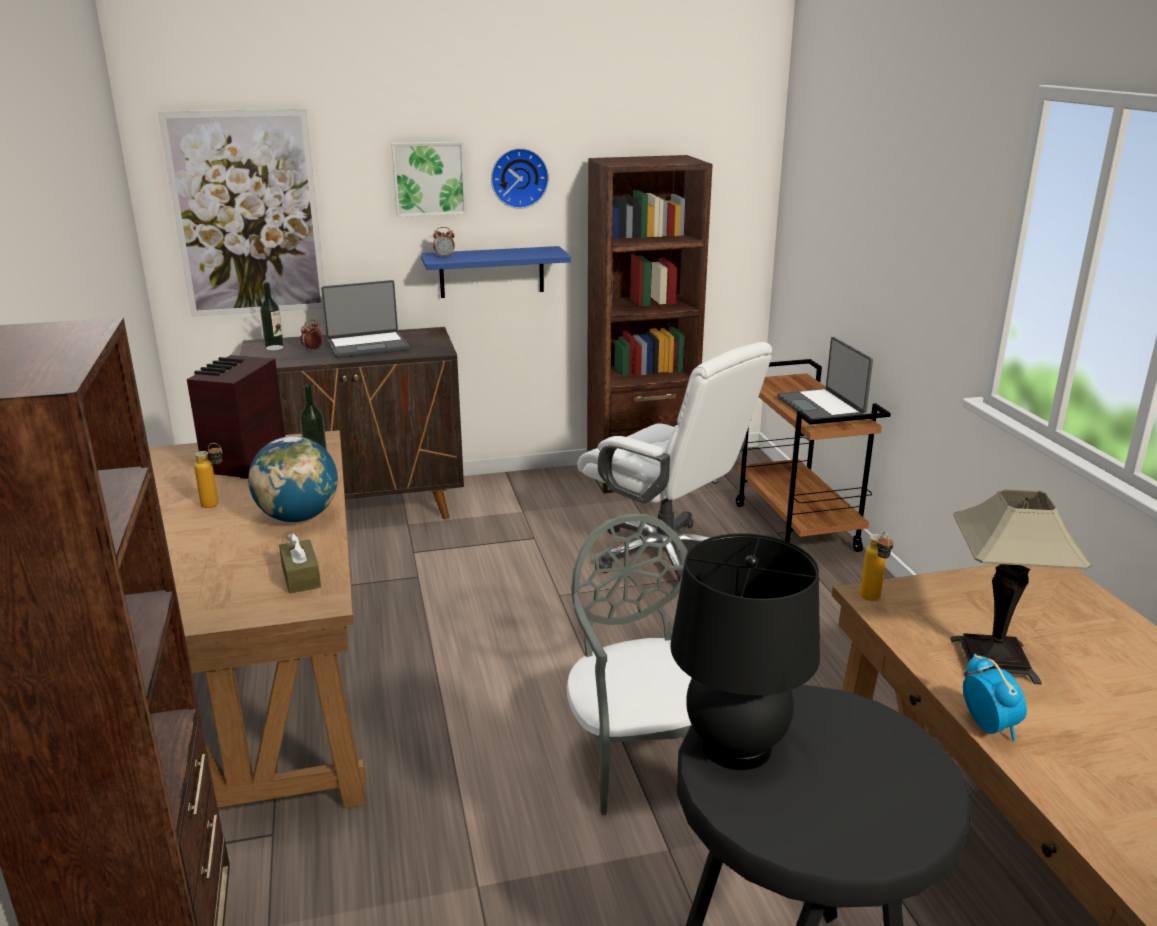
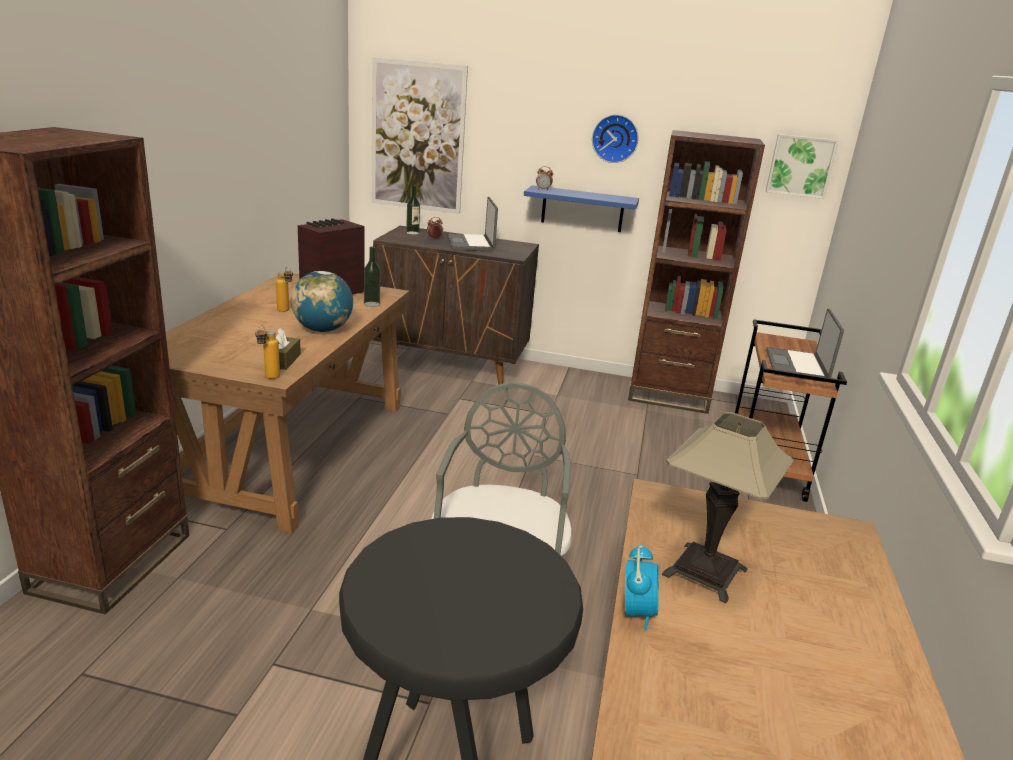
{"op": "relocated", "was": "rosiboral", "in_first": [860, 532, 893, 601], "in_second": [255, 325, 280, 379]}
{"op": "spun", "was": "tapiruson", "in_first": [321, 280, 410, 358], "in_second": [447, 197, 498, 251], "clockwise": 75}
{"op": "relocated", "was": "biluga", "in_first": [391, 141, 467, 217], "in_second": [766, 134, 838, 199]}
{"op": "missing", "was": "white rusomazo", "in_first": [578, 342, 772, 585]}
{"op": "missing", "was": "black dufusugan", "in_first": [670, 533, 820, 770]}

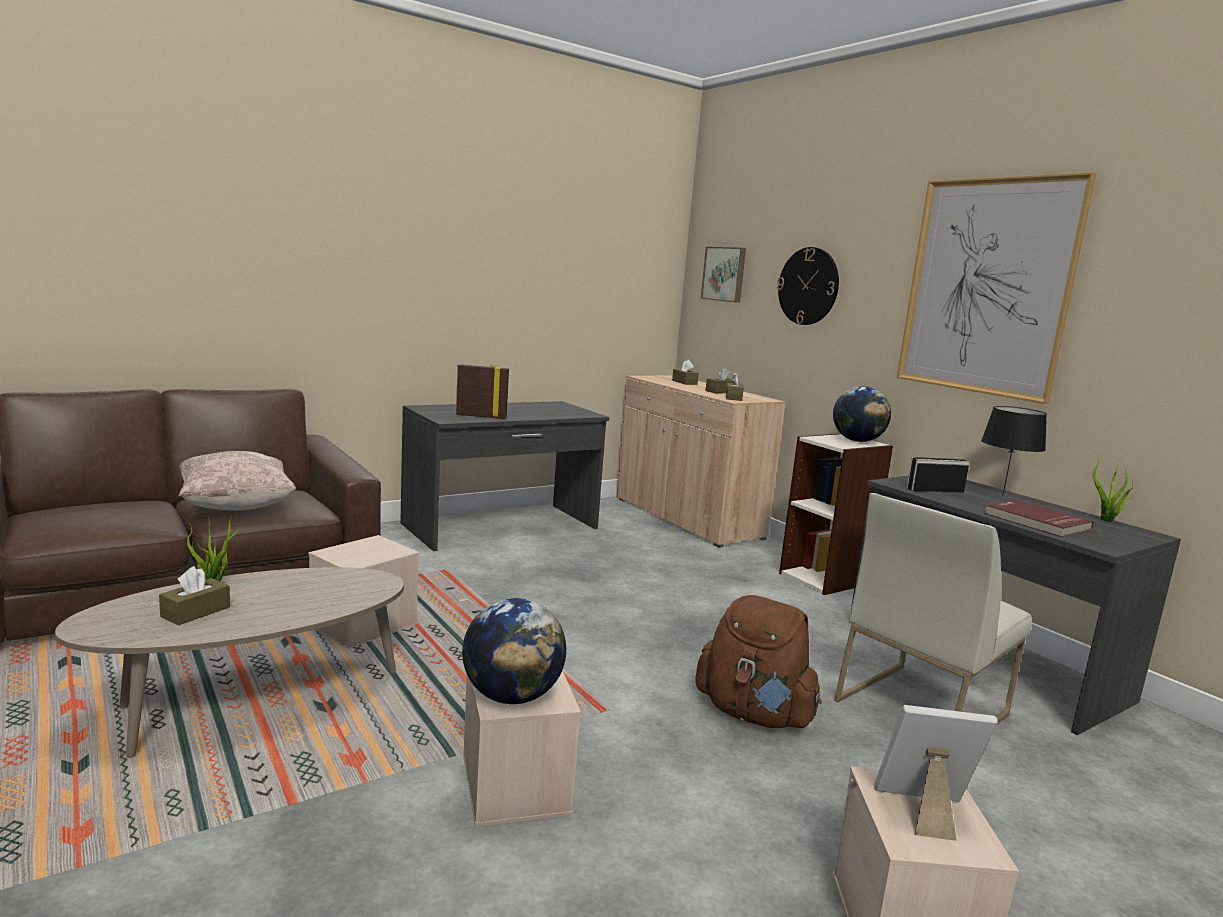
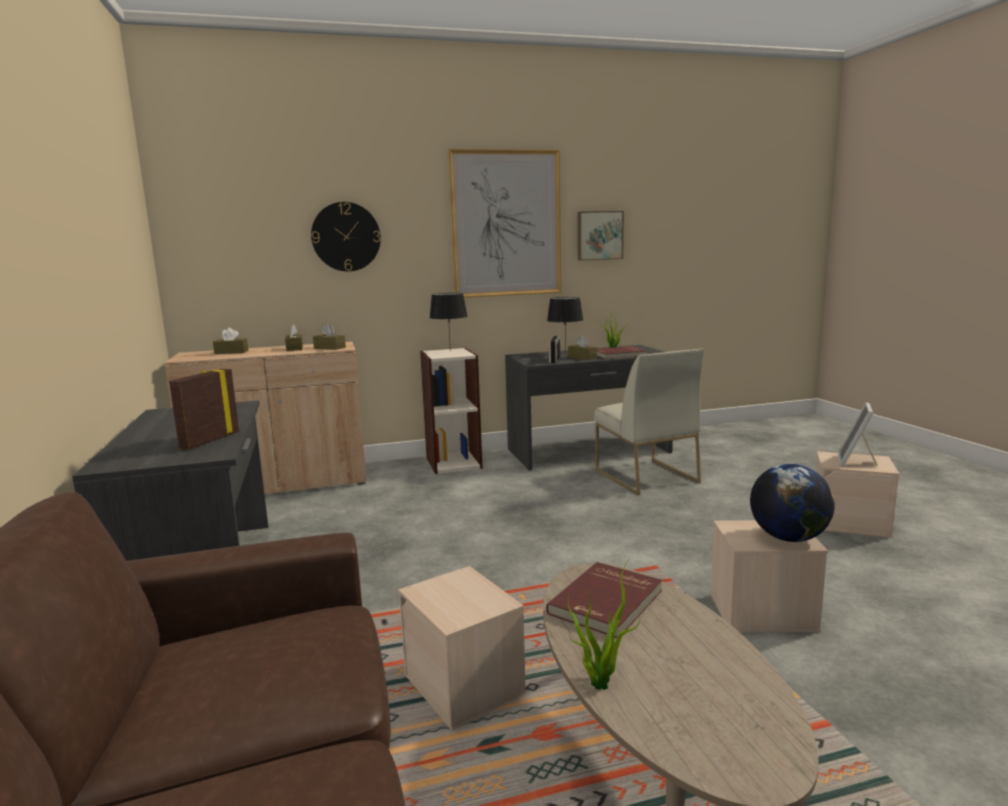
{"op": "exchanged", "was": "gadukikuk", "now": "black dufusugan", "in_first": [833, 386, 891, 442], "in_second": [430, 293, 468, 351]}
{"op": "appeared", "now": "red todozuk", "in_second": [546, 562, 662, 638]}
{"op": "relocated", "was": "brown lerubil", "in_first": [159, 566, 230, 625], "in_second": [568, 335, 597, 360]}
{"op": "relocated", "was": "biluga", "in_first": [701, 247, 746, 303], "in_second": [577, 211, 624, 261]}
{"op": "missing", "was": "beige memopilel", "in_first": [179, 451, 296, 510]}
{"op": "missing", "was": "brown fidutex", "in_first": [695, 595, 822, 728]}

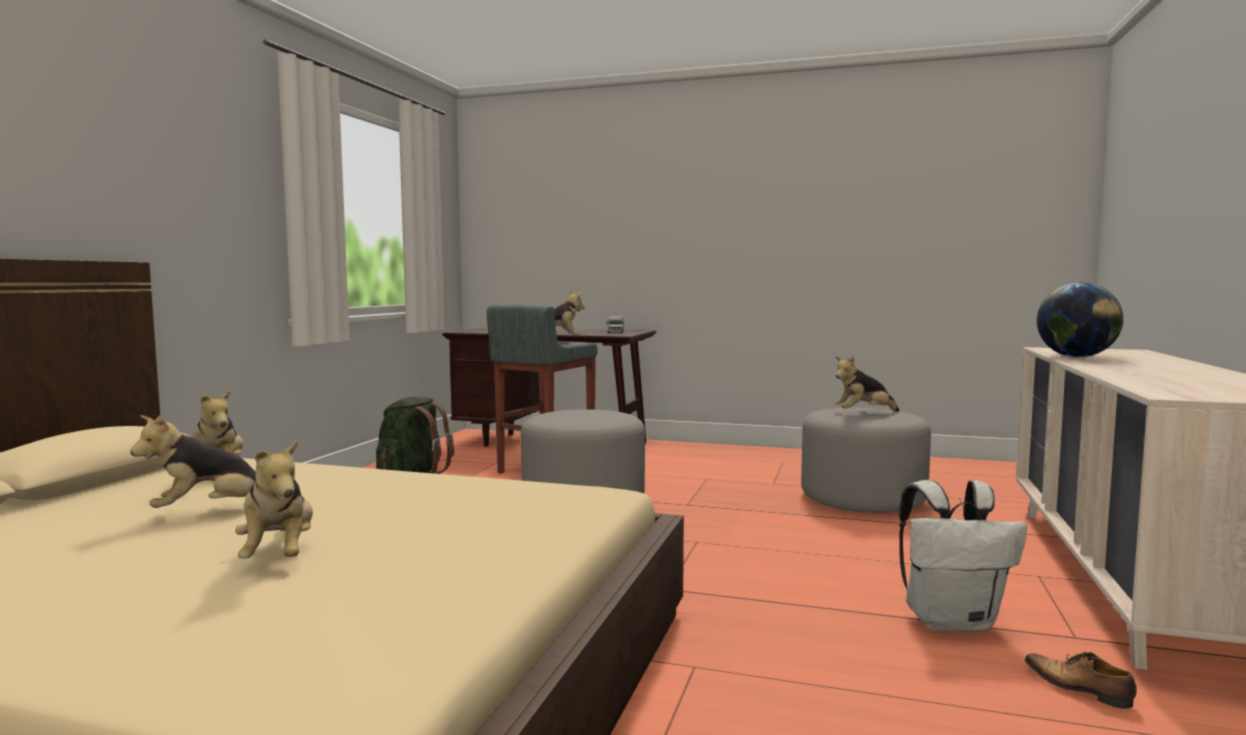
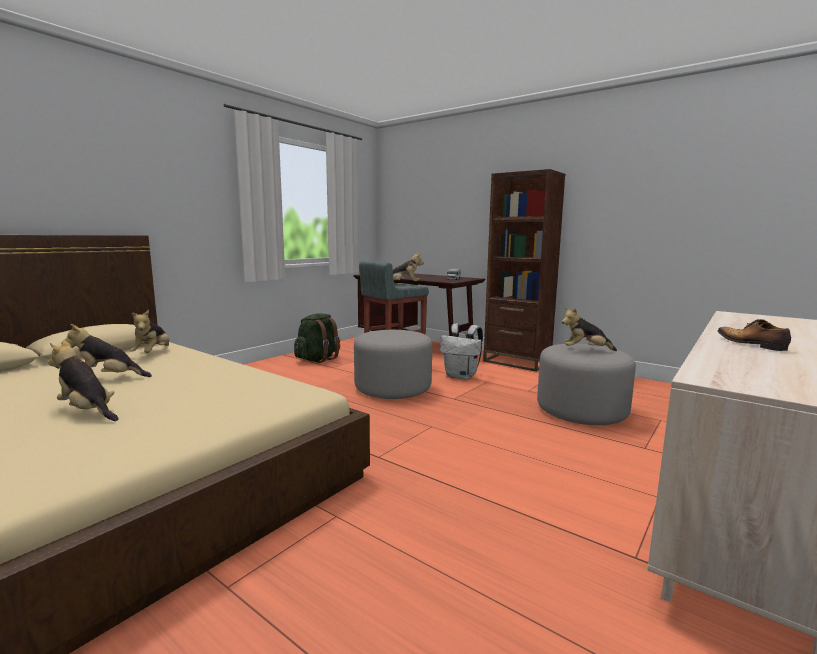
{"op": "spun", "was": "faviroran", "in_first": [235, 440, 313, 559], "in_second": [48, 340, 118, 421], "clockwise": 120}
{"op": "relocated", "was": "white fidutex", "in_first": [899, 480, 1027, 632], "in_second": [440, 323, 483, 379]}
{"op": "appeared", "now": "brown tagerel", "in_second": [483, 169, 566, 372]}
{"op": "relocated", "was": "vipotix", "in_first": [1025, 652, 1137, 709], "in_second": [718, 319, 791, 351]}
{"op": "missing", "was": "gadukikuk", "in_first": [1037, 282, 1123, 357]}

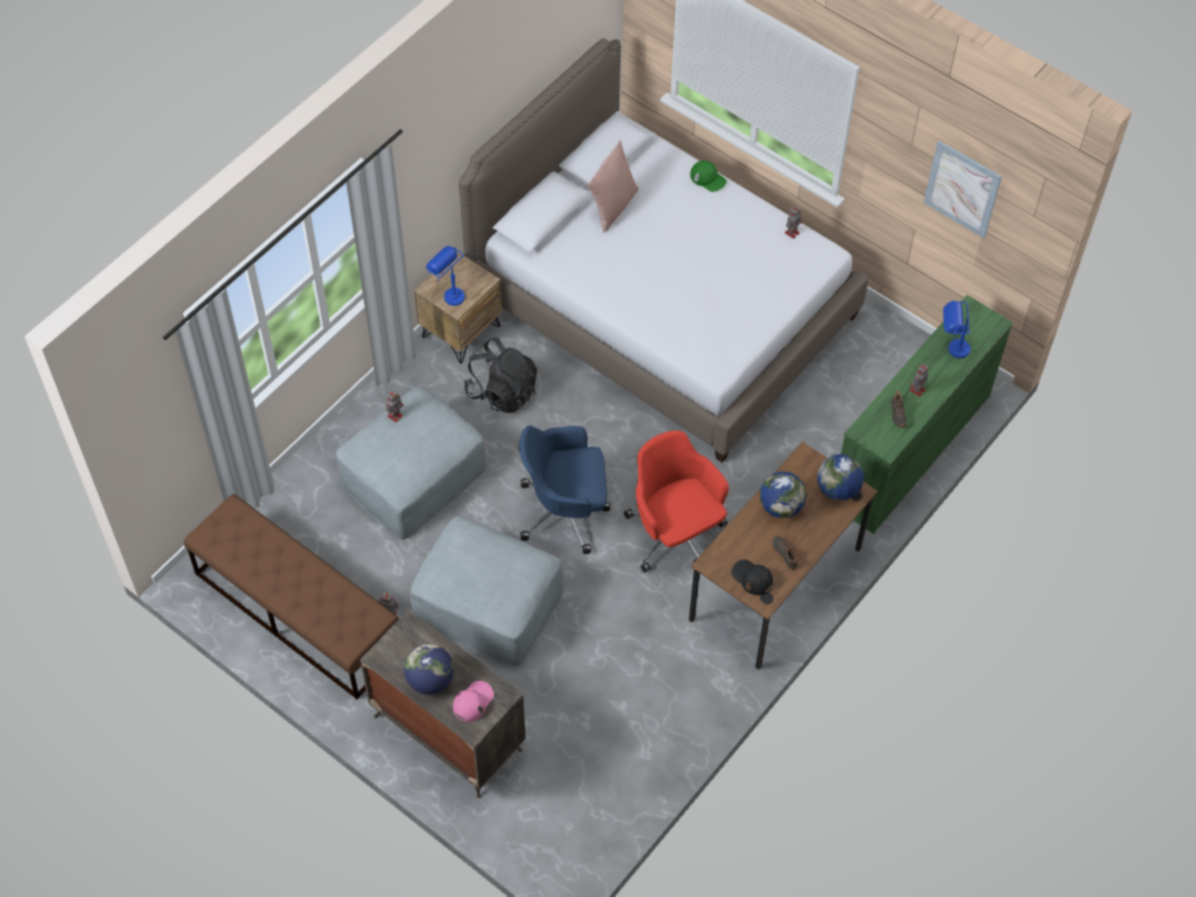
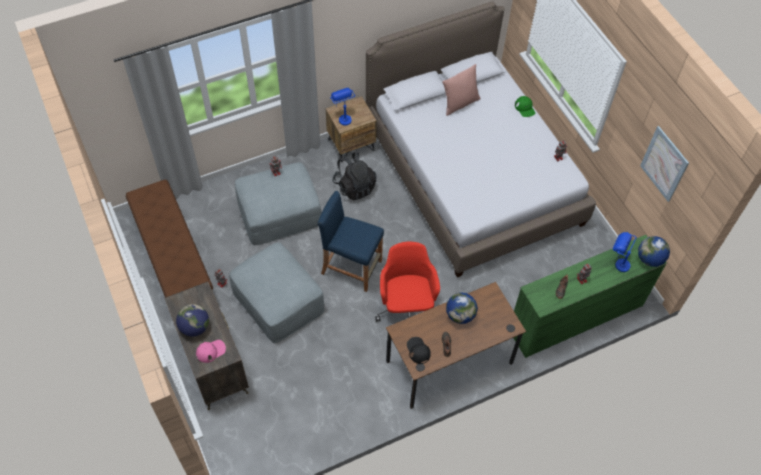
{"op": "exchanged", "was": "blue rusomazo", "now": "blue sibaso", "in_first": [519, 425, 611, 554], "in_second": [318, 191, 384, 292]}
{"op": "relocated", "was": "gadukikuk", "in_first": [817, 454, 864, 500], "in_second": [638, 236, 670, 267]}

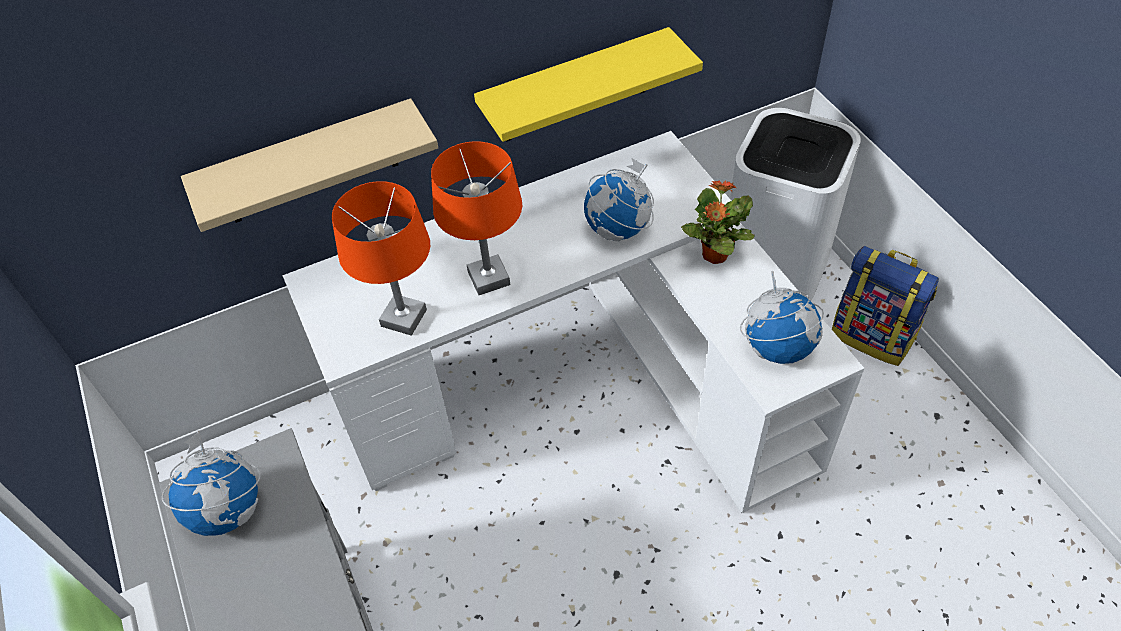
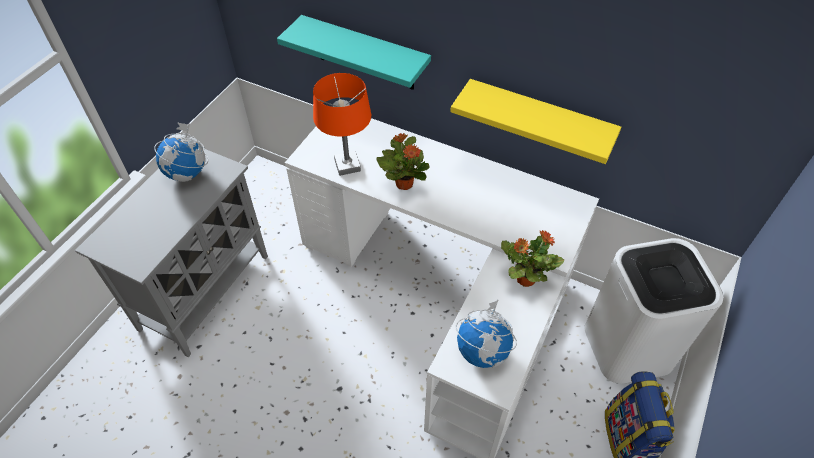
{"op": "colour", "was": "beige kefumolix", "now": "turquoise kefumolix", "in_first": [181, 98, 438, 232], "in_second": [277, 15, 431, 90]}
{"op": "exchanged", "was": "orange dufusugan", "now": "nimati", "in_first": [431, 141, 522, 295], "in_second": [376, 133, 430, 190]}
{"op": "missing", "was": "gadukikuk", "in_first": [584, 159, 654, 241]}

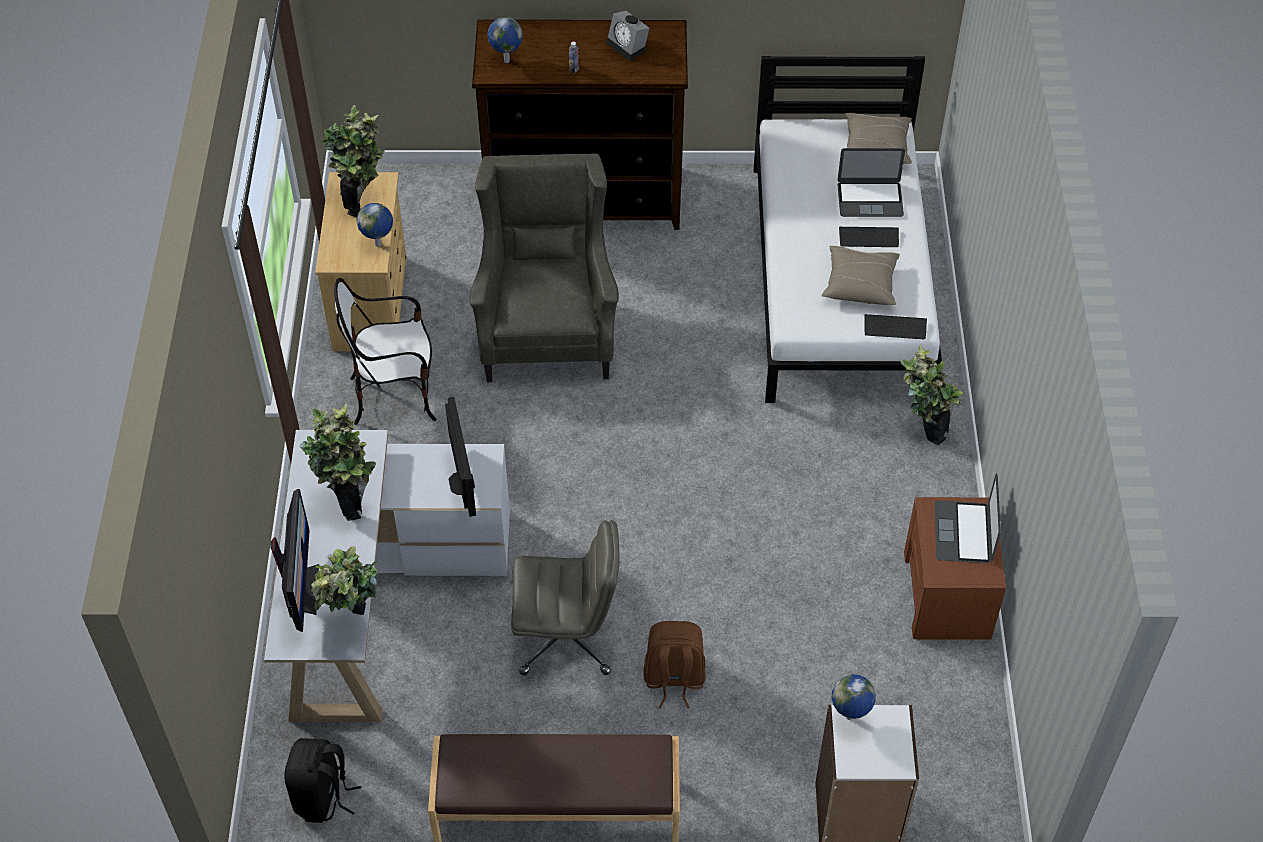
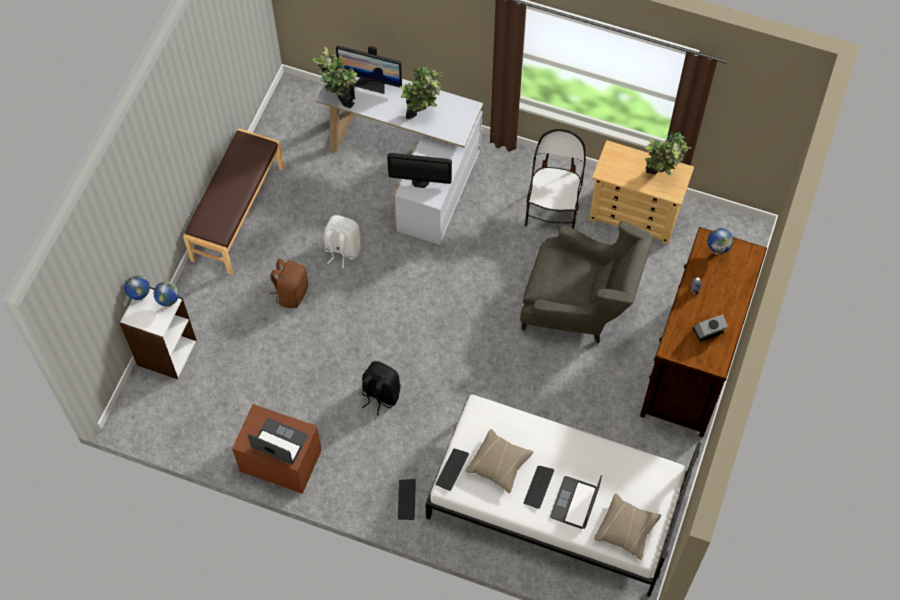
{"op": "relocated", "was": "gadukikuk", "in_first": [357, 203, 393, 247], "in_second": [124, 275, 150, 301]}
{"op": "exchanged", "was": "grey rusomazo", "now": "white fidutex", "in_first": [511, 520, 620, 675], "in_second": [324, 215, 361, 268]}
{"op": "relocated", "was": "black fidutex", "in_first": [284, 738, 361, 823], "in_second": [362, 361, 400, 416]}
{"op": "exchanged", "was": "nimati", "now": "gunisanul", "in_first": [900, 345, 963, 445], "in_second": [398, 479, 416, 520]}

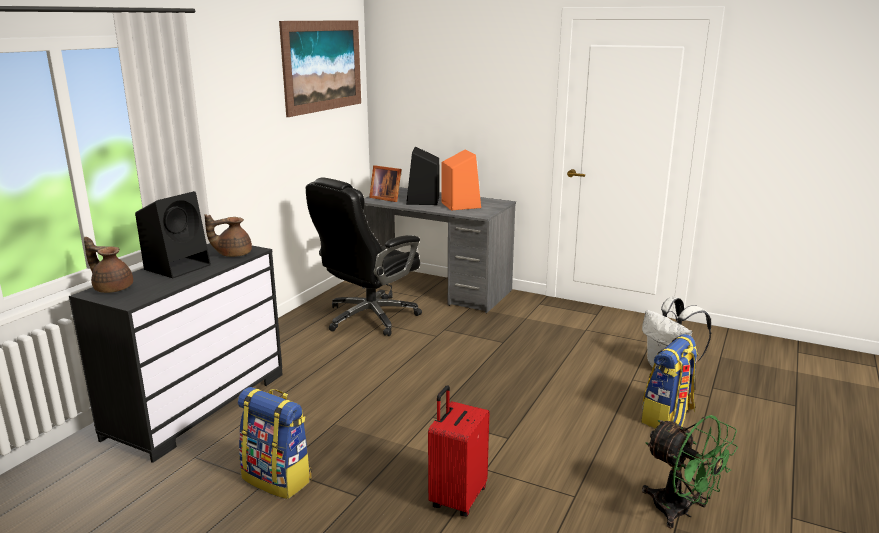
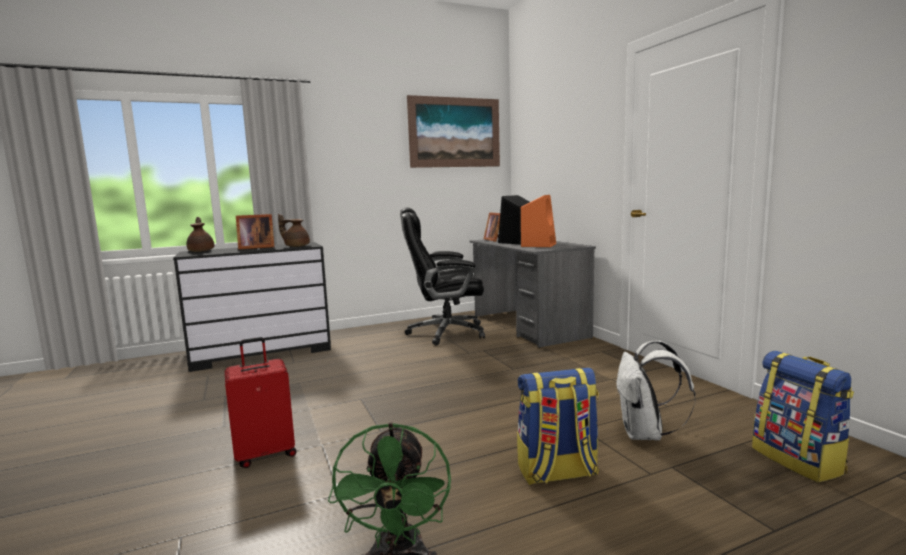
{"op": "exchanged", "was": "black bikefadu", "now": "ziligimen", "in_first": [135, 191, 211, 278], "in_second": [236, 214, 274, 250]}
{"op": "relocated", "was": "fidutex", "in_first": [238, 387, 312, 499], "in_second": [752, 351, 854, 482]}

